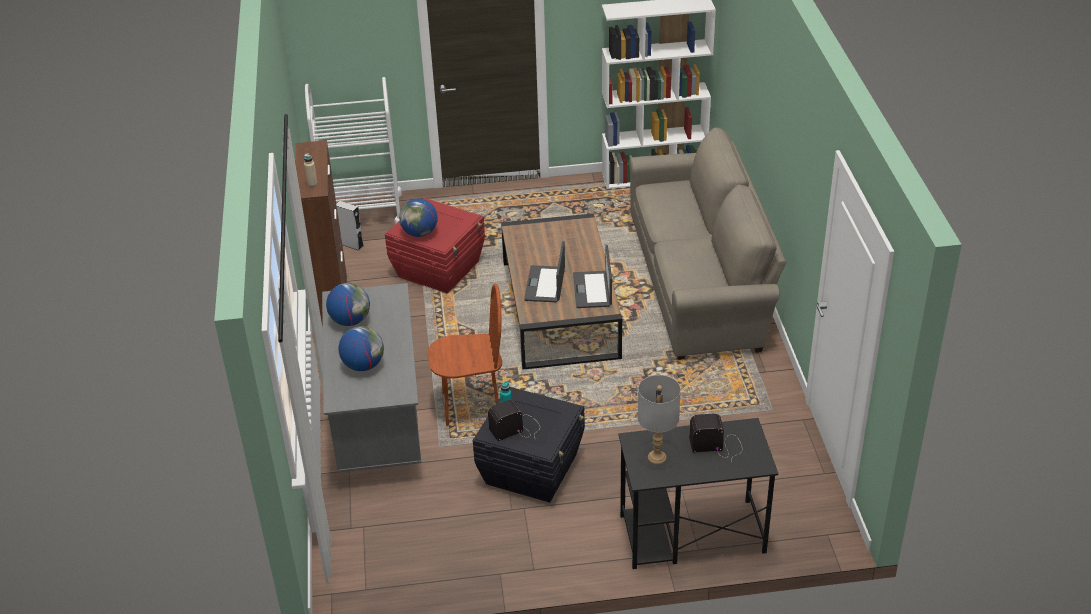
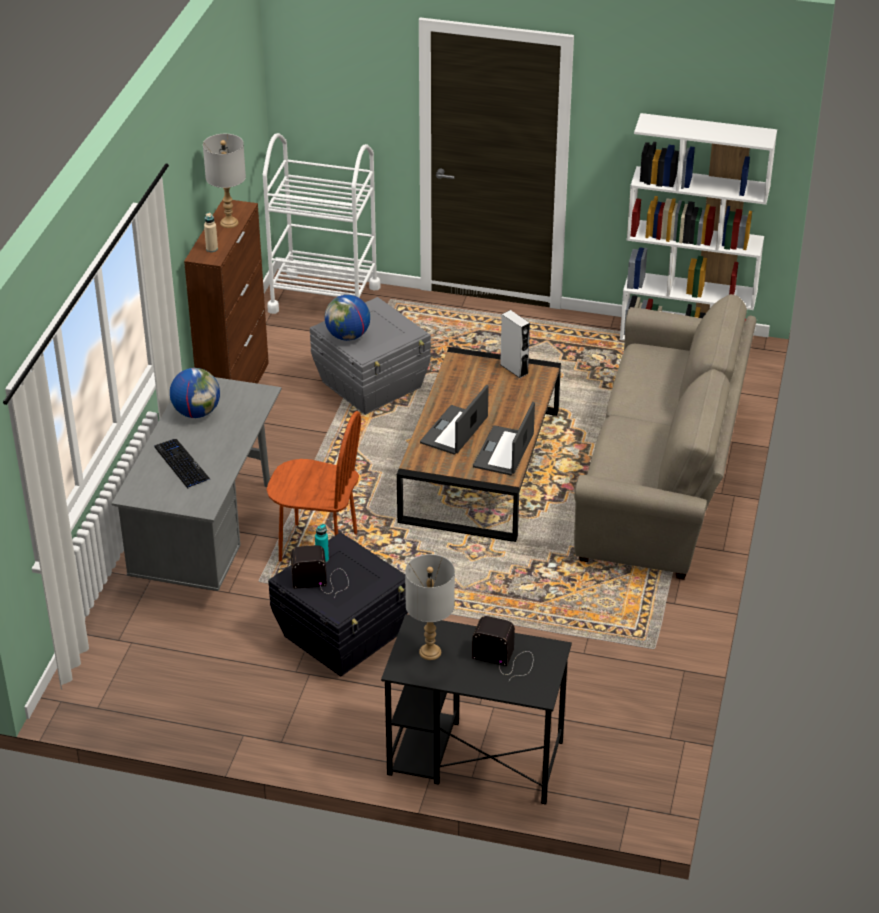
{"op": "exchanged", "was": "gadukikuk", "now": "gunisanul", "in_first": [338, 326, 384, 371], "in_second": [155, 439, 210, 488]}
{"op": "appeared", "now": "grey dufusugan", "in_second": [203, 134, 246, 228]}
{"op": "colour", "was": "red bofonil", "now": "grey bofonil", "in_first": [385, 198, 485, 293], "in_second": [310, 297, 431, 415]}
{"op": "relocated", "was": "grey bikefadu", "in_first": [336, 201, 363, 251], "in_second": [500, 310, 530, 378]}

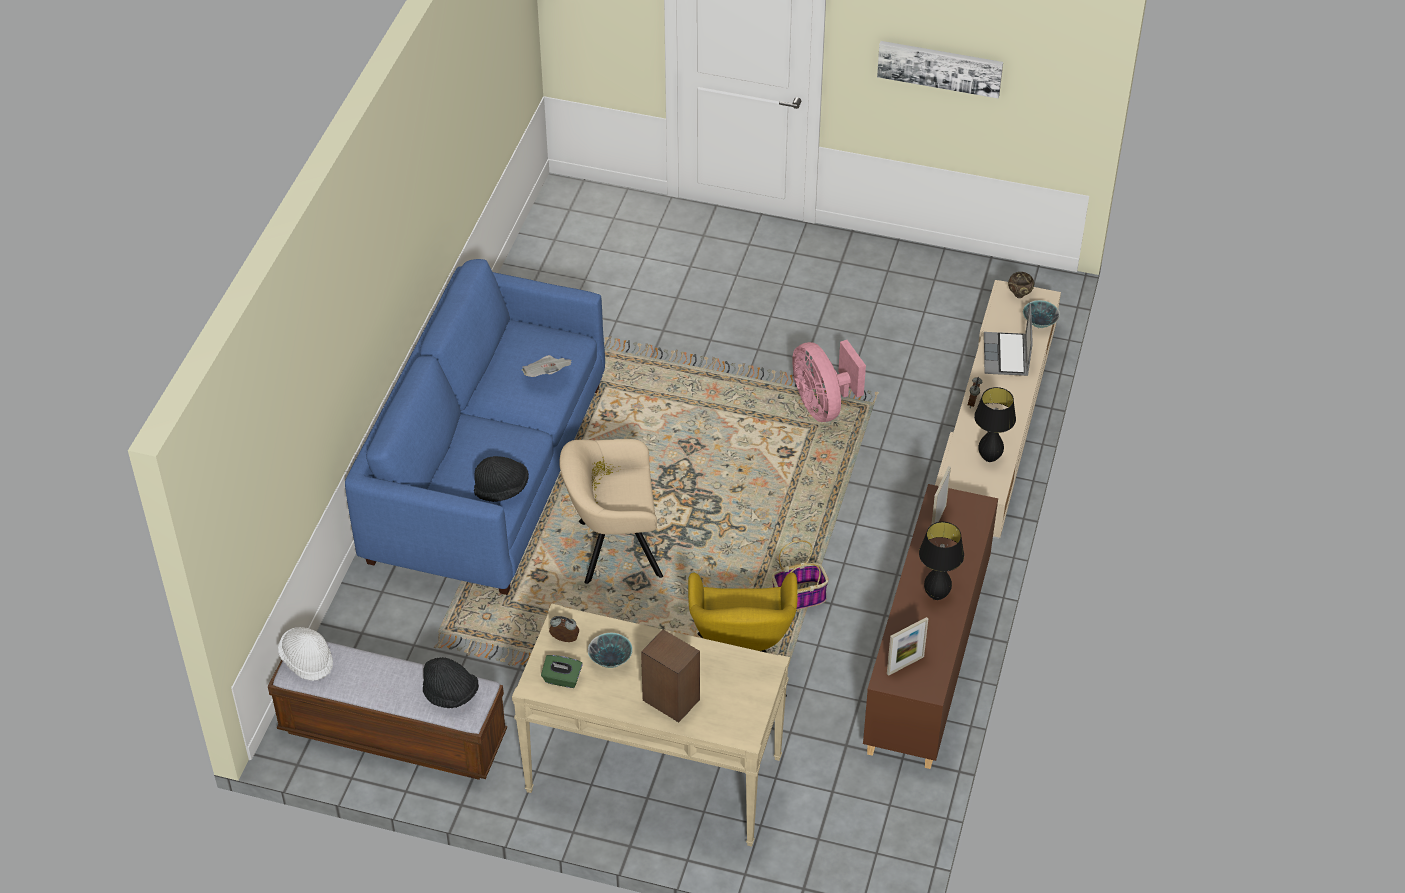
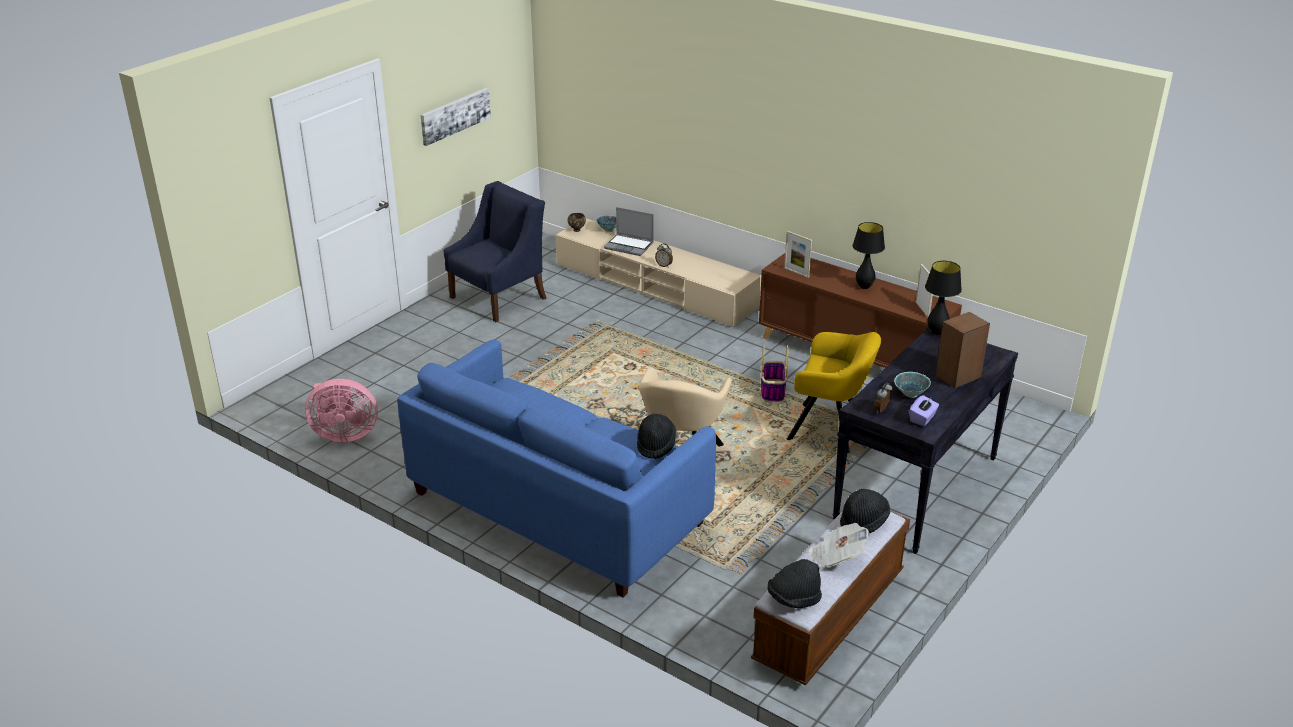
{"op": "relocated", "was": "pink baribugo", "in_first": [792, 340, 866, 422], "in_second": [305, 379, 378, 443]}
{"op": "appeared", "now": "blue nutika", "in_second": [444, 181, 547, 322]}
{"op": "colour", "was": "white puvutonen", "now": "black puvutonen", "in_first": [278, 627, 333, 681], "in_second": [768, 559, 822, 608]}
{"op": "relocated", "was": "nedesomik", "in_first": [522, 355, 571, 377], "in_second": [809, 523, 870, 569]}
{"op": "colour", "was": "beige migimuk", "now": "black migimuk", "in_first": [512, 603, 790, 847], "in_second": [832, 327, 1018, 554]}
{"op": "colour", "was": "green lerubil", "now": "purple lerubil", "in_first": [541, 655, 583, 688], "in_second": [909, 395, 939, 426]}
{"op": "relocated", "was": "black dufusugan", "in_first": [974, 387, 1016, 462], "in_second": [925, 261, 962, 335]}

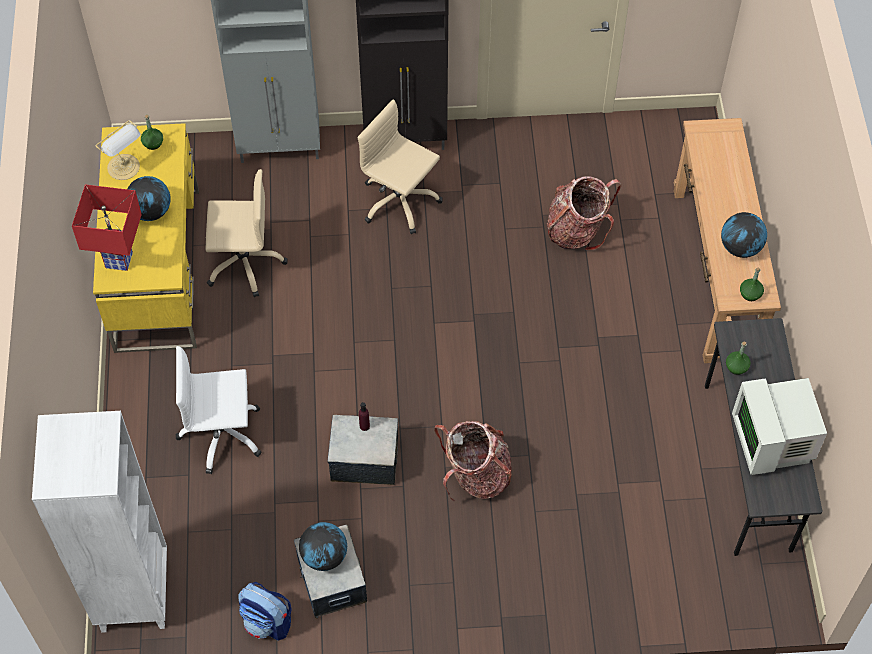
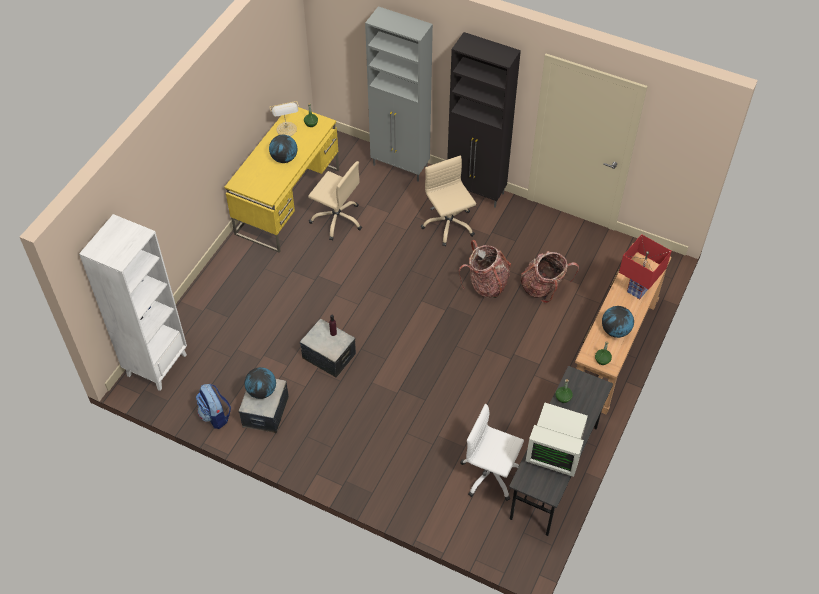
{"op": "relocated", "was": "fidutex", "in_first": [434, 421, 512, 501], "in_second": [459, 240, 511, 298]}
{"op": "relocated", "was": "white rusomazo", "in_first": [176, 346, 262, 474], "in_second": [460, 404, 524, 501]}
{"op": "spun", "was": "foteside", "in_first": [732, 378, 827, 475], "in_second": [526, 403, 588, 477], "clockwise": -90}
{"op": "relocated", "was": "red dufusugan", "in_first": [72, 184, 142, 271], "in_second": [619, 234, 672, 299]}

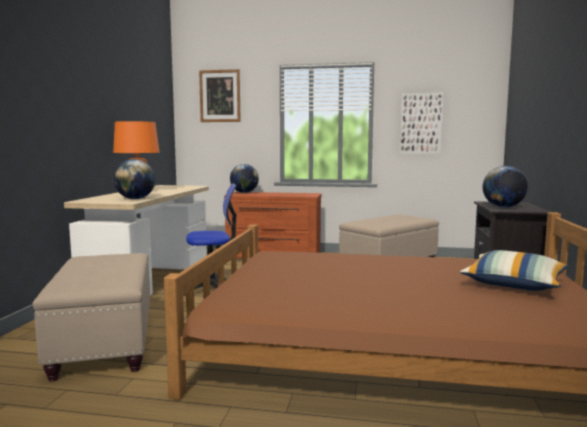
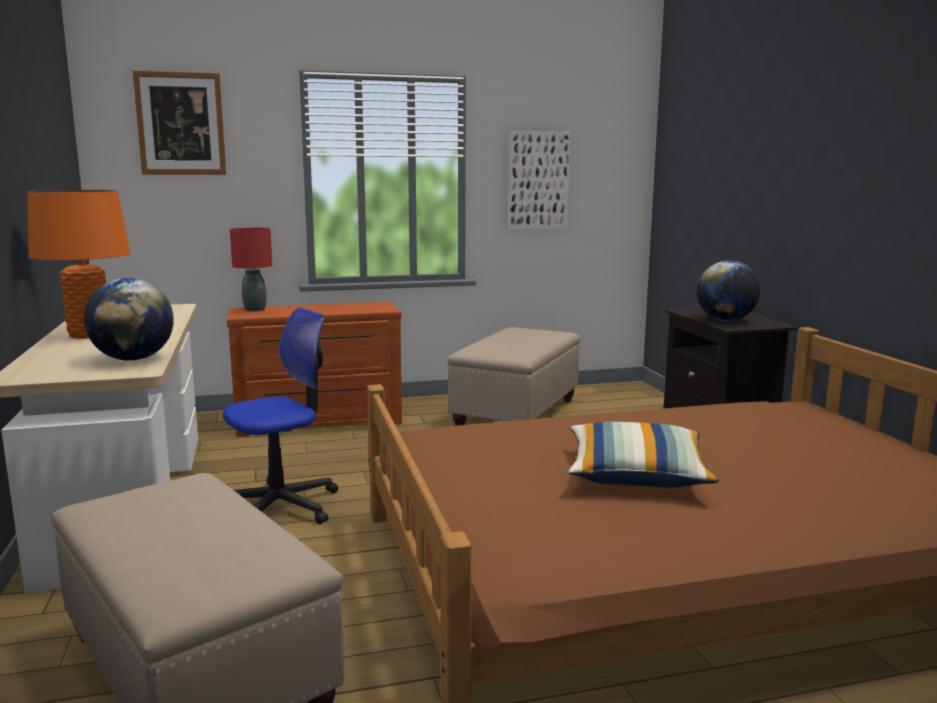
{"op": "exchanged", "was": "gadukikuk", "now": "red dufusugan", "in_first": [230, 164, 259, 193], "in_second": [230, 228, 272, 312]}
{"op": "relocated", "was": "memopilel", "in_first": [460, 250, 568, 291], "in_second": [569, 422, 719, 488]}

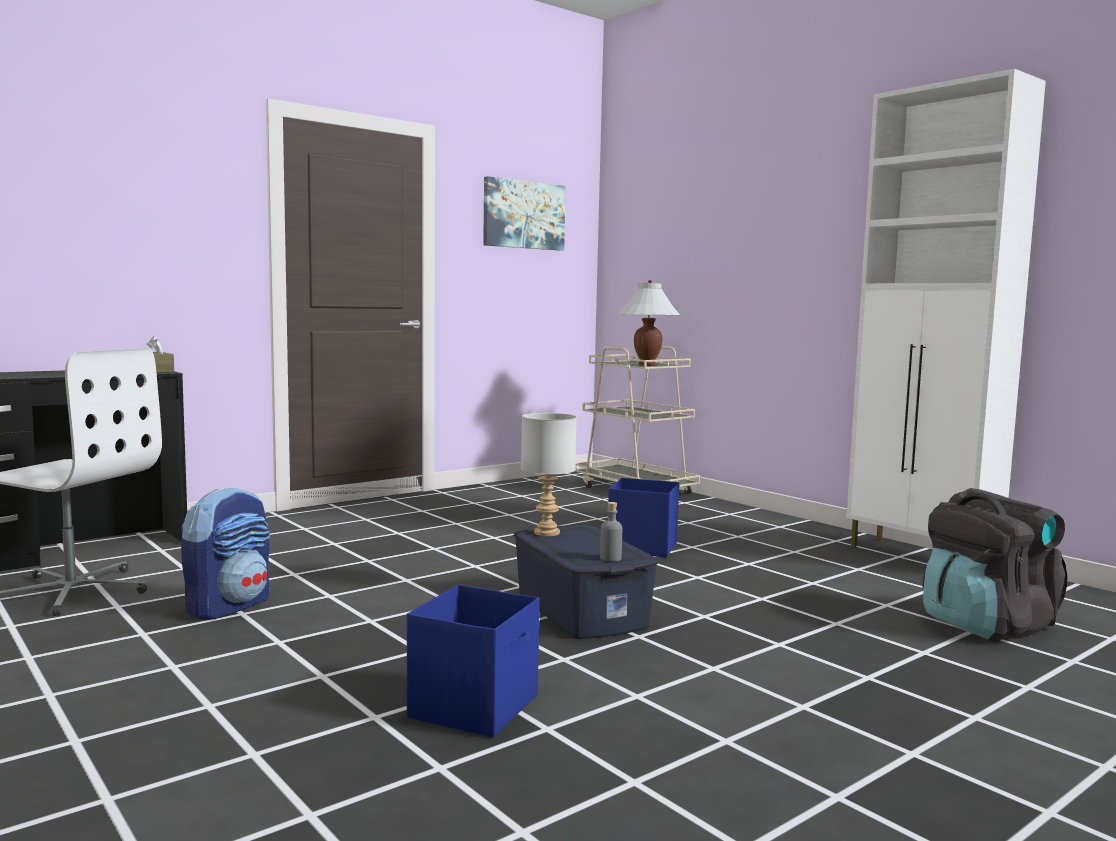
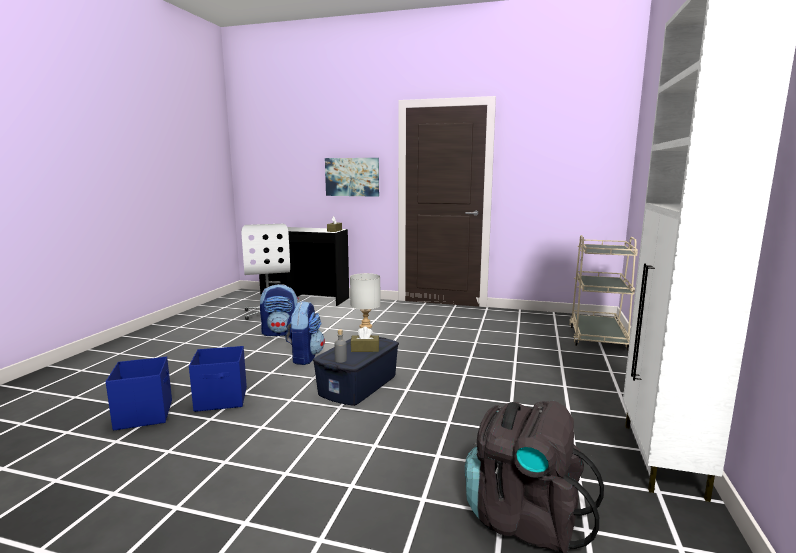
{"op": "relocated", "was": "blue bofonil", "in_first": [608, 478, 679, 557], "in_second": [106, 356, 172, 430]}
{"op": "appeared", "now": "fidutex", "in_second": [285, 301, 325, 365]}
{"op": "relocated", "was": "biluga", "in_first": [483, 176, 566, 251], "in_second": [325, 158, 379, 197]}
{"op": "appeared", "now": "brown lerubil", "in_second": [351, 326, 379, 352]}
{"op": "missing", "was": "white dufusugan", "in_first": [618, 280, 680, 366]}

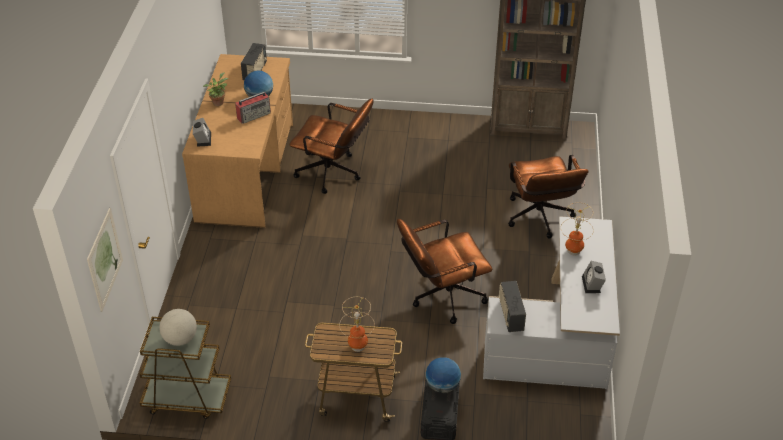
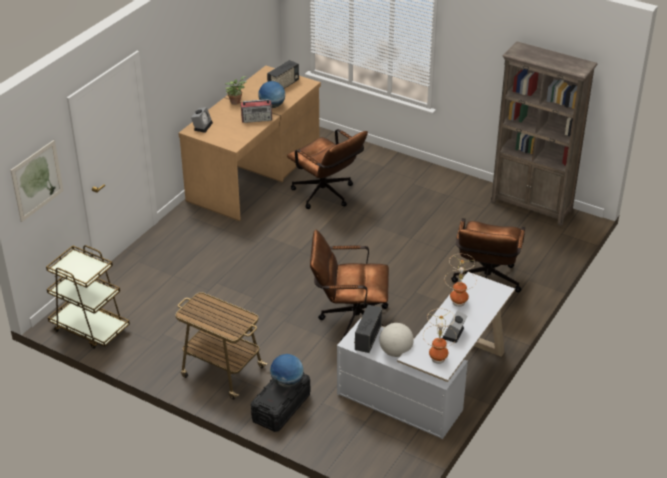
{"op": "relocated", "was": "gadukikuk", "in_first": [159, 309, 197, 346], "in_second": [379, 323, 414, 357]}
{"op": "relocated", "was": "dufusugan", "in_first": [339, 297, 375, 352], "in_second": [423, 308, 457, 364]}

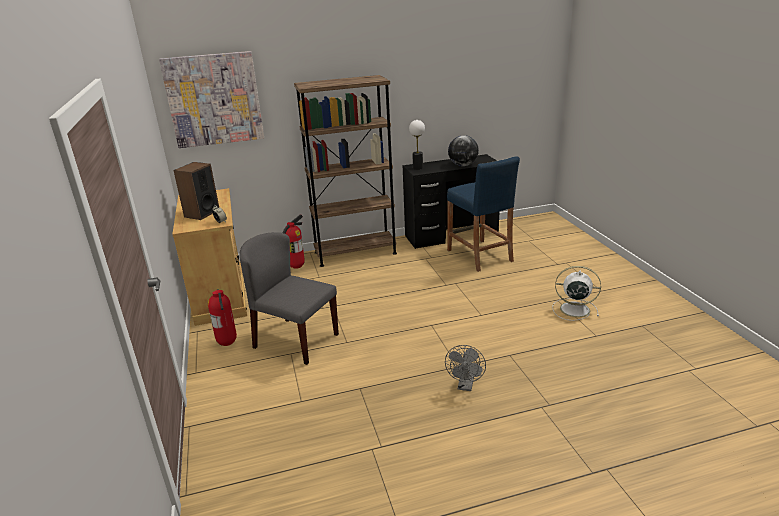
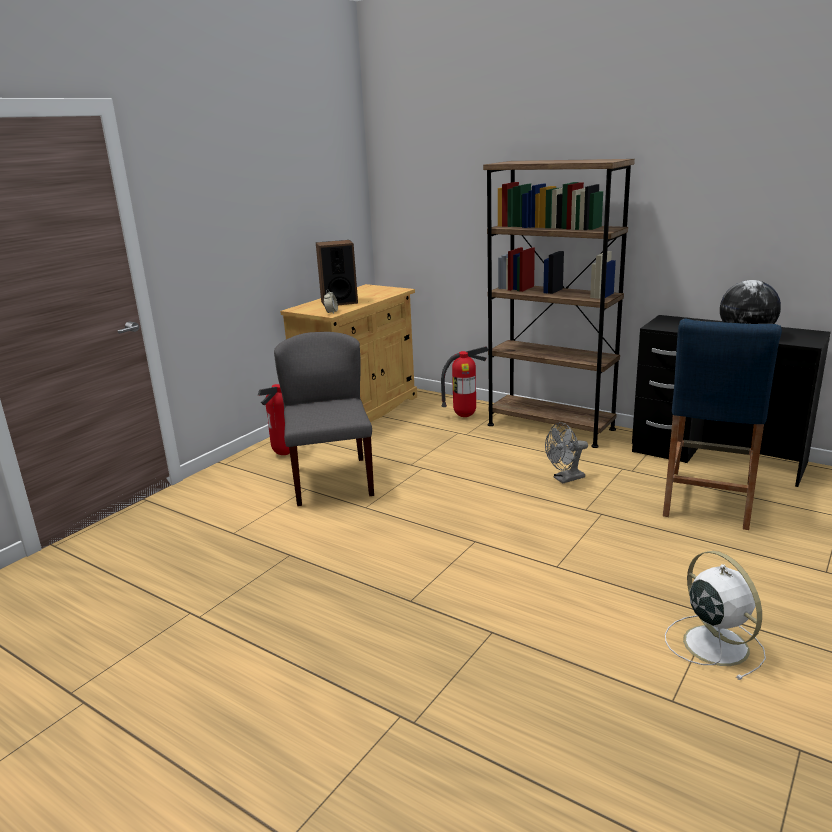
{"op": "relocated", "was": "grey baribugo", "in_first": [445, 345, 486, 391], "in_second": [545, 422, 588, 484]}
{"op": "missing", "was": "biluga", "in_first": [159, 51, 264, 148]}
{"op": "missing", "was": "dufusugan", "in_first": [409, 120, 425, 170]}

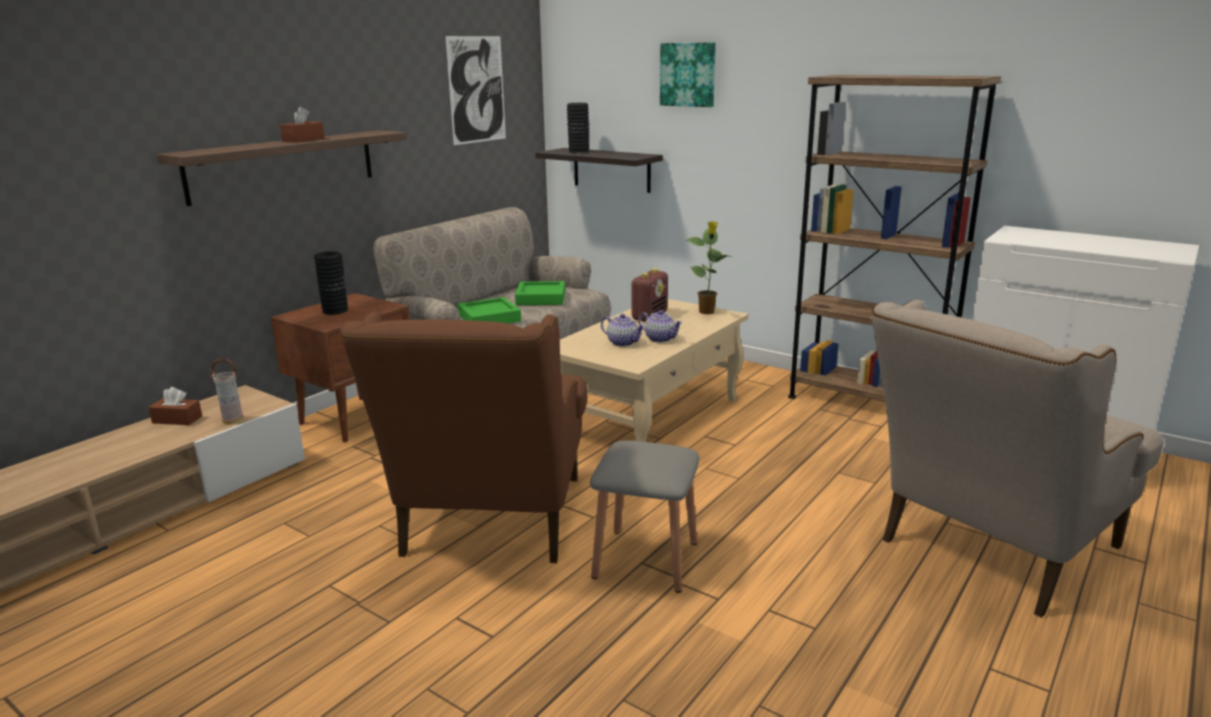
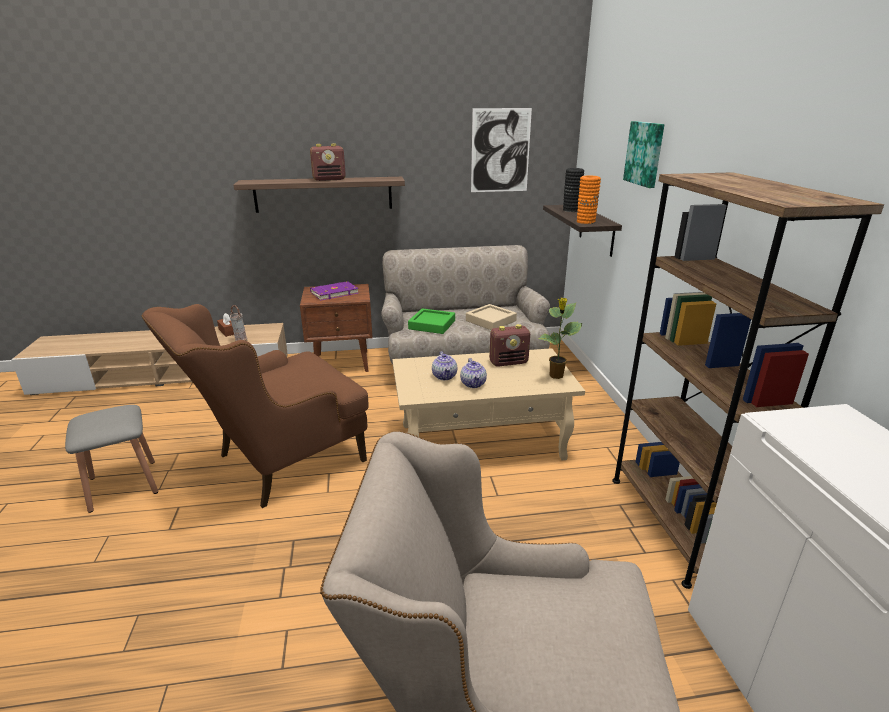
{"op": "relocated", "was": "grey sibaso", "in_first": [590, 441, 700, 593], "in_second": [65, 405, 158, 513]}
{"op": "exchanged", "was": "brown lerubil", "now": "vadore", "in_first": [280, 107, 325, 143], "in_second": [310, 143, 346, 181]}
{"op": "exchanged", "was": "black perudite", "now": "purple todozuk", "in_first": [314, 251, 348, 315], "in_second": [310, 281, 359, 301]}
{"op": "colour", "was": "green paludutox", "now": "beige paludutox", "in_first": [515, 281, 565, 305], "in_second": [466, 304, 517, 330]}
{"op": "appeared", "now": "orange perudite", "in_second": [577, 176, 601, 224]}

